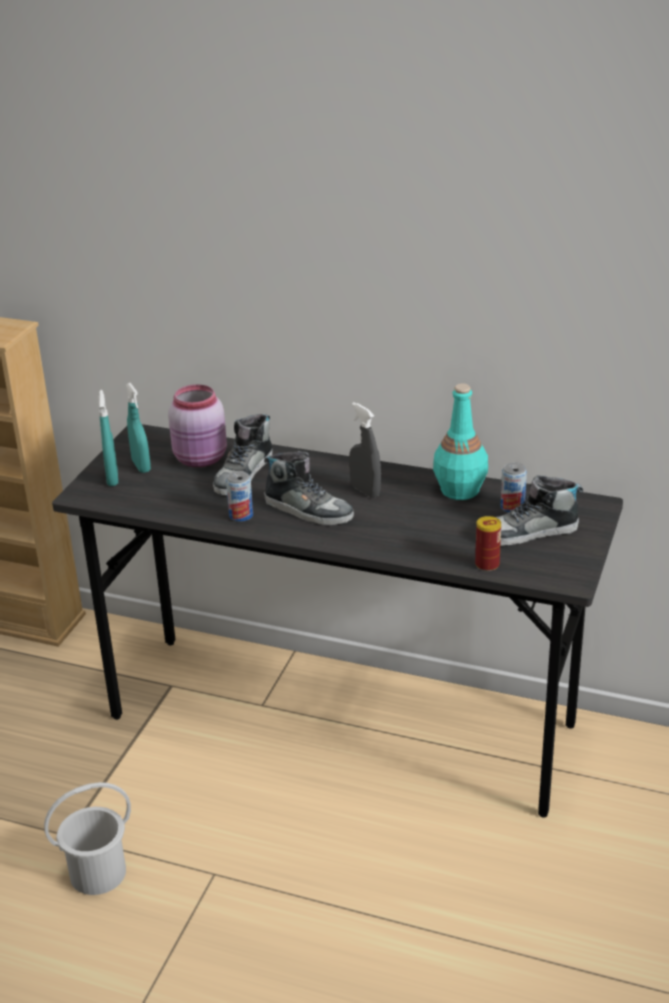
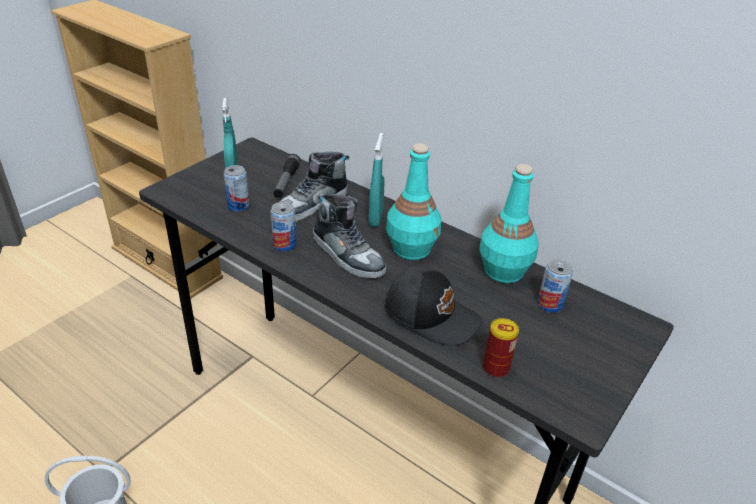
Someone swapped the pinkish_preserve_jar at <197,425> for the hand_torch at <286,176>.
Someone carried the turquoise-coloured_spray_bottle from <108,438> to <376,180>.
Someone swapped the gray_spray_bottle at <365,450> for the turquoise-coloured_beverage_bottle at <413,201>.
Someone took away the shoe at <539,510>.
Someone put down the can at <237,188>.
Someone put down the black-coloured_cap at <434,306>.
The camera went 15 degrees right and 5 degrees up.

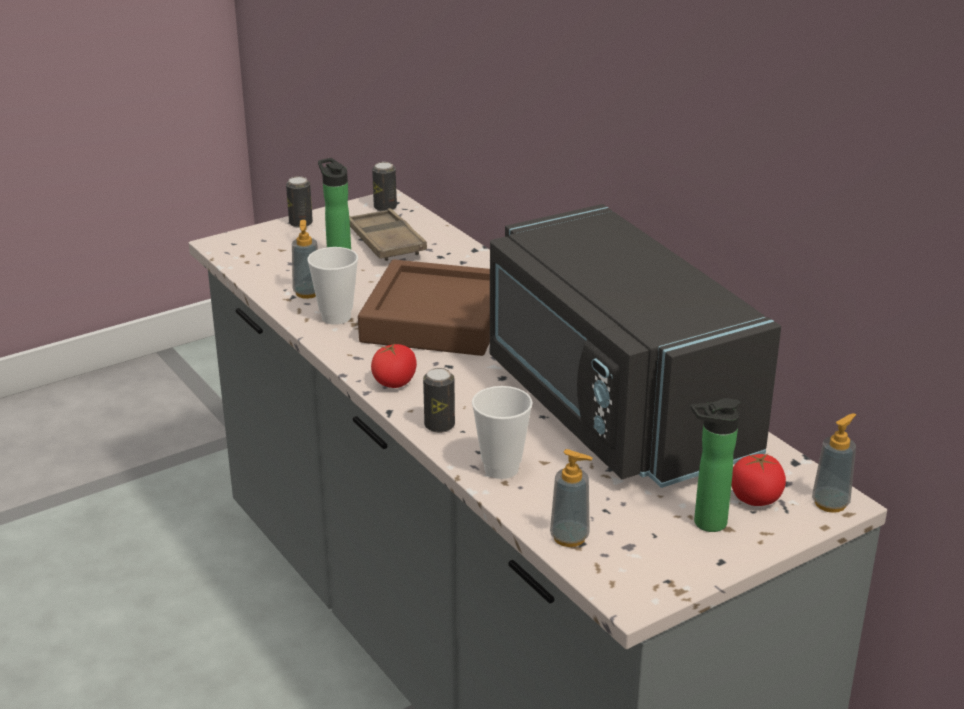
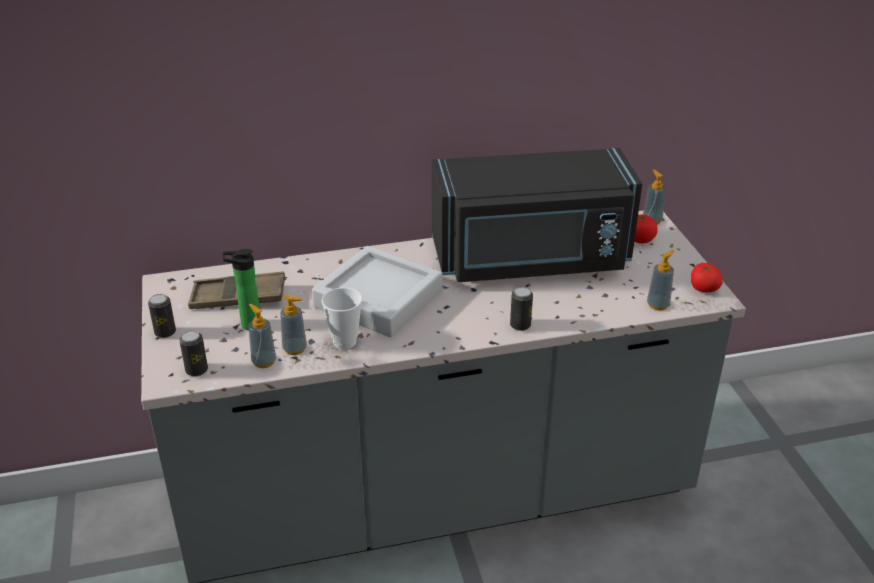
Someone carried the can from <384,186> to <193,353>.
Someone repainted the brown_carrying_tray at <424,307>, which became the gray_carrying_tray at <377,291>.
Someone carried the whole_tomato from <394,365> to <706,277>.
Someone took away the drinking_cup at <502,432>.
Someone took away the beverage_bottle at <715,465>.
Someone put down the soap_bottle at <262,336>.
The camera went 70 degrees left and 5 degrees up.

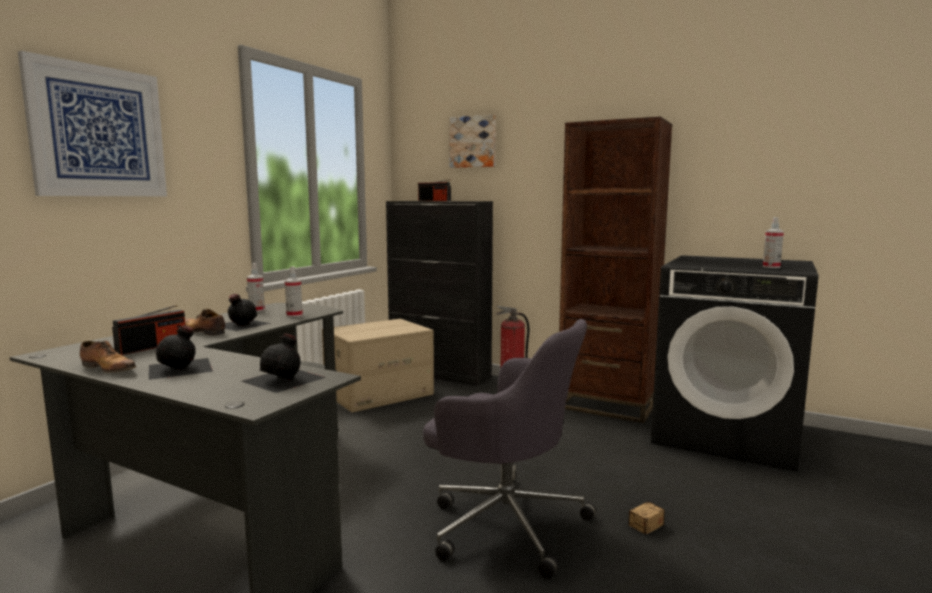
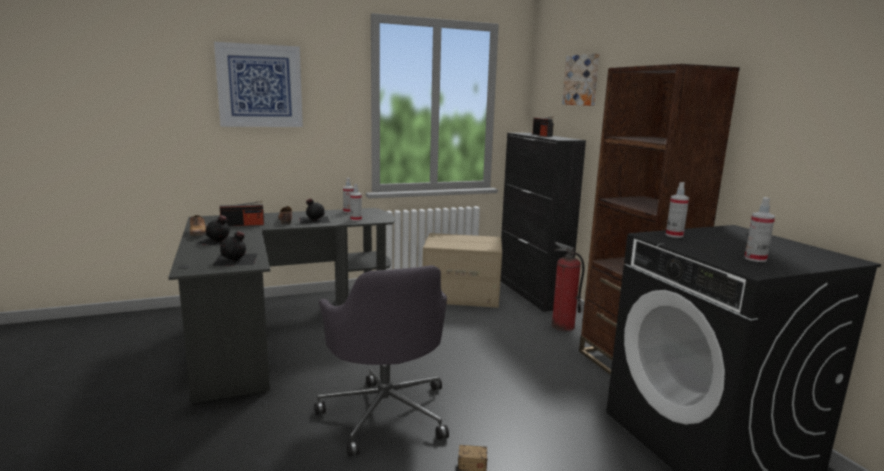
Someone put down the spray_bottle at <677,210>.
The camera went 40 degrees right and 5 degrees up.

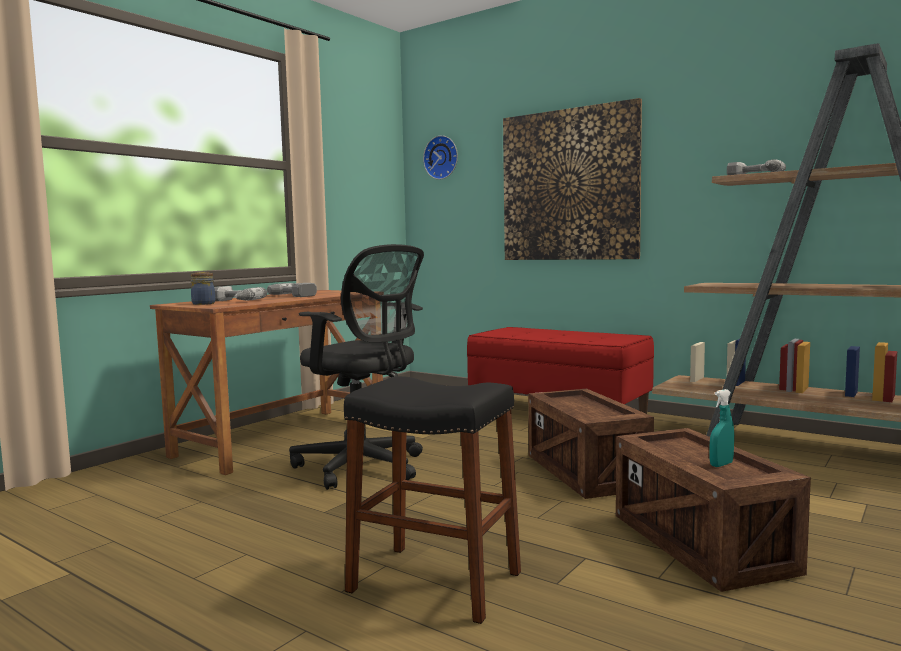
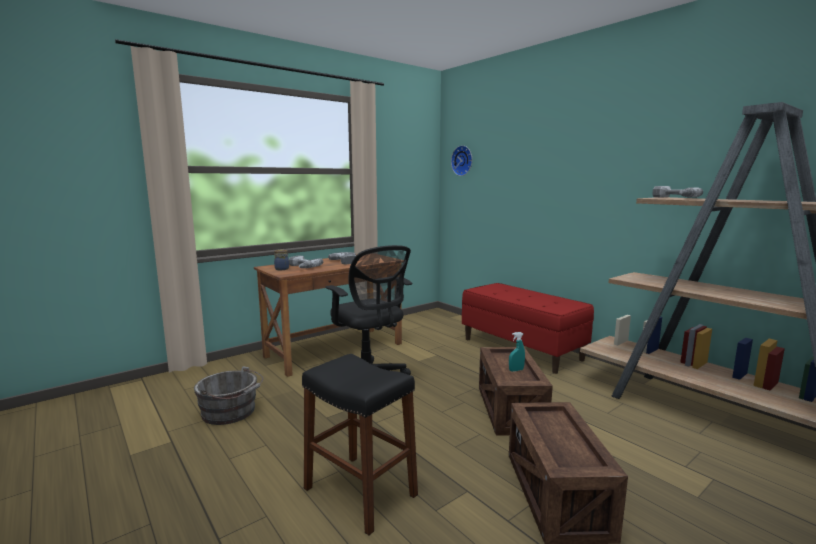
Someone took away the wall_picture at <572,179>.
Someone carried the turquoise-coloured_spray_bottle from <721,428> to <517,351>.
Someone put down the gray_water_bucket at <228,395>.
The camera went 15 degrees right and 5 degrees up.

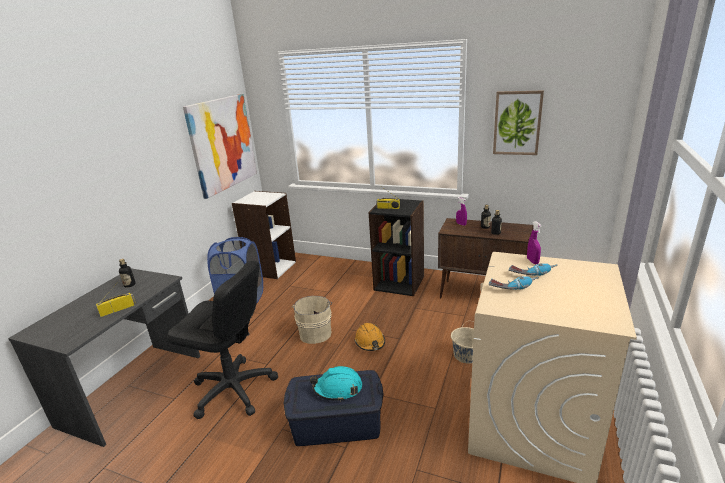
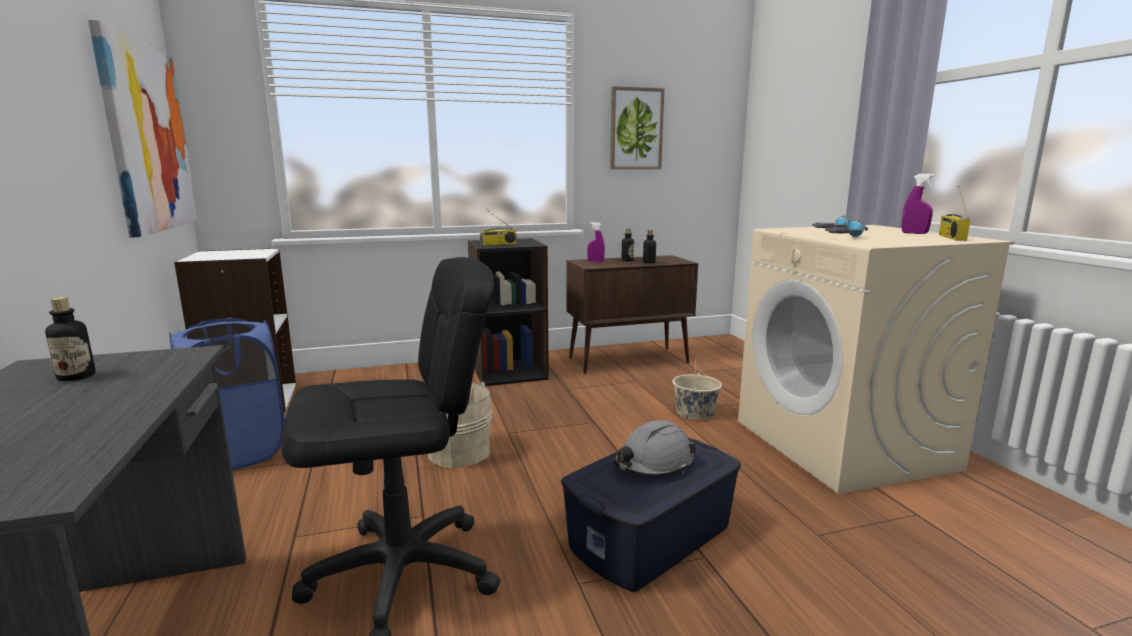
Someone carried the purple-coloured_spray_bottle from <534,242> to <918,204>.
Someone carried the radio_set from <116,298> to <955,213>.
Someone took away the orangey_hard_hat at <370,337>.
Someone repainted the turquoise-coloured_hard_hat at <336,384>, which became the gray_hard_hat at <654,448>.
The camera went 40 degrees left and 10 degrees down.

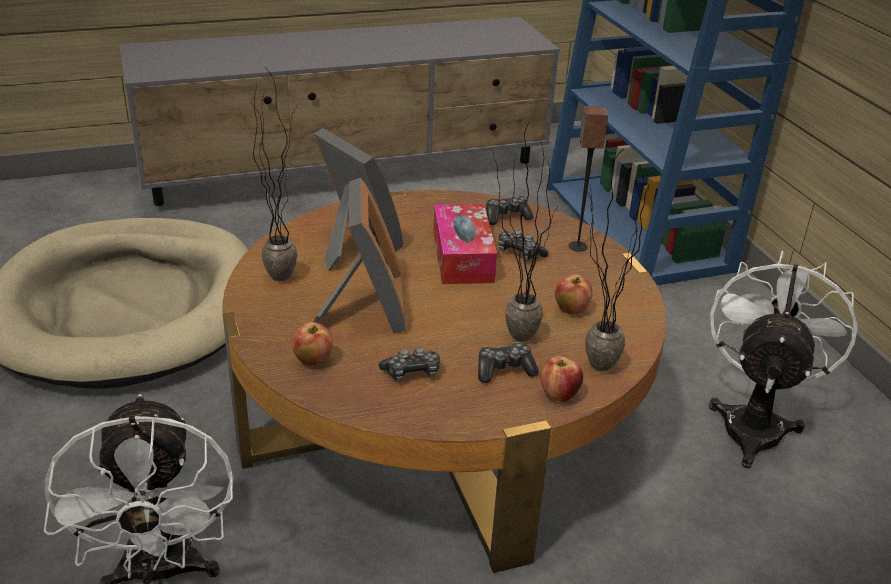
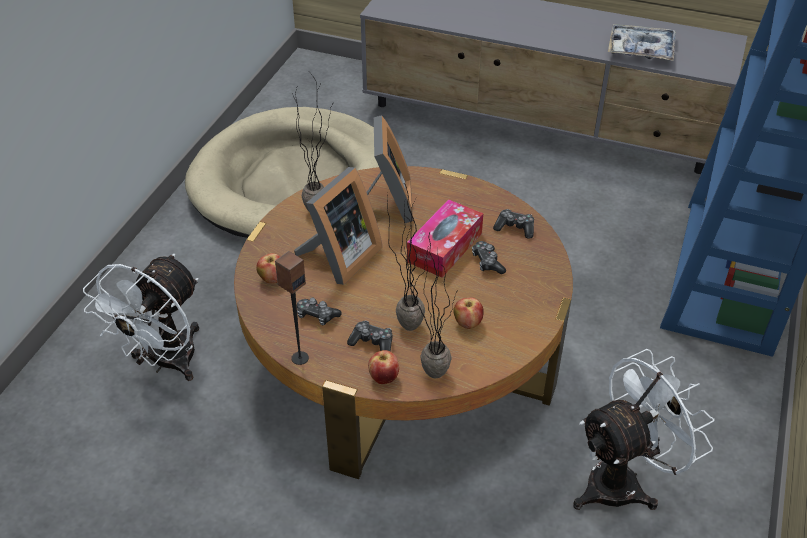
Someone carried the audio_speaker from <588,179> to <292,308>.
Someone put down the carrying_tray at <642,42>.
The camera went 40 degrees right and 10 degrees up.

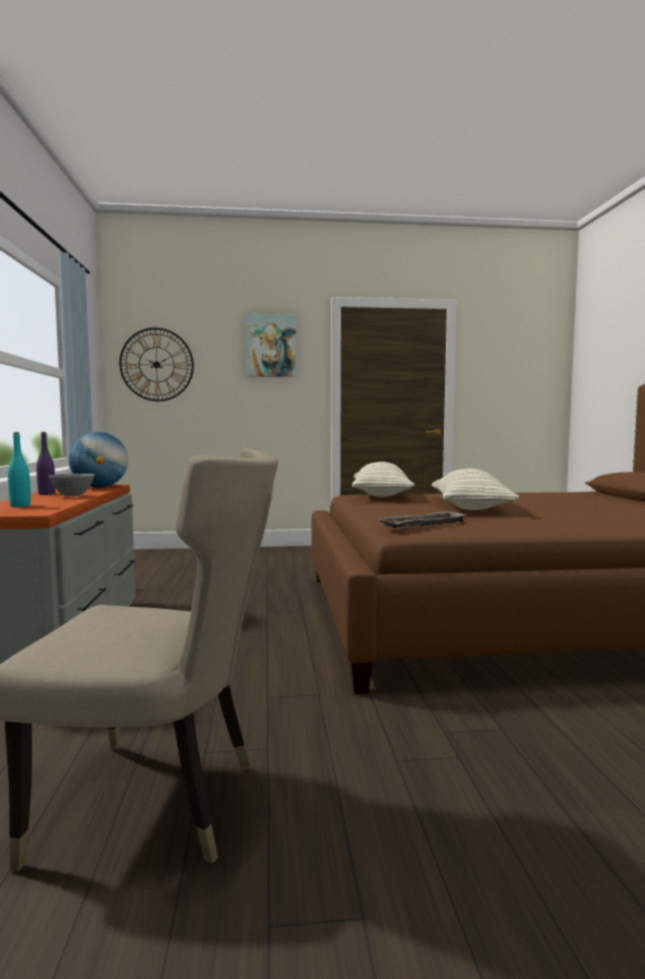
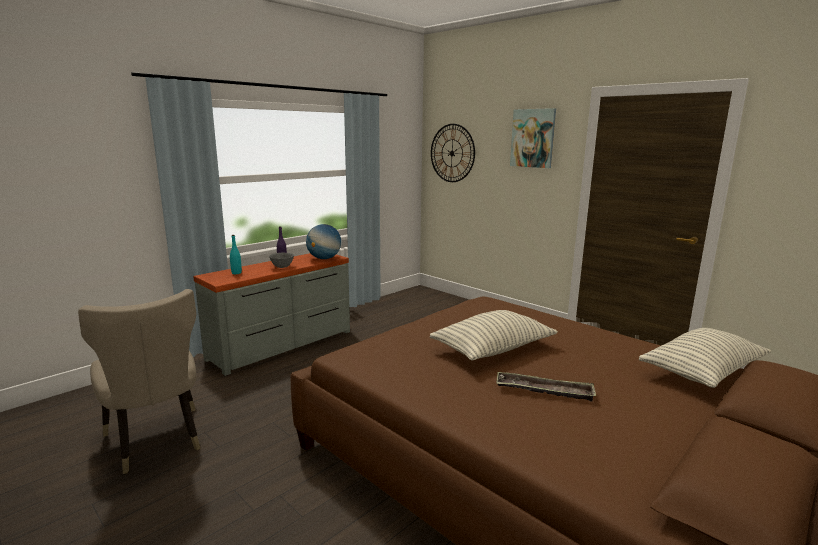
Someone carried the cushion from <383,479> to <705,358>.
Someone carried the carrying_tray from <422,519> to <546,386>.
The camera went 50 degrees right and 10 degrees up.

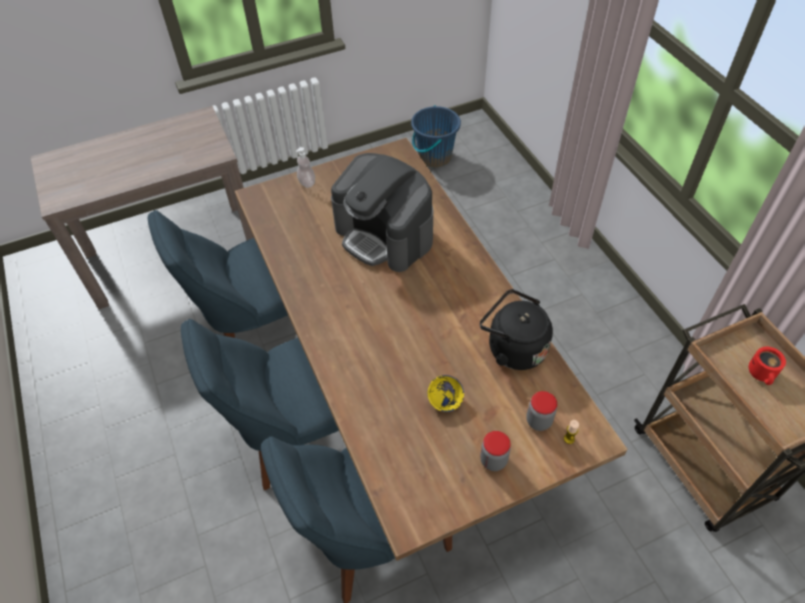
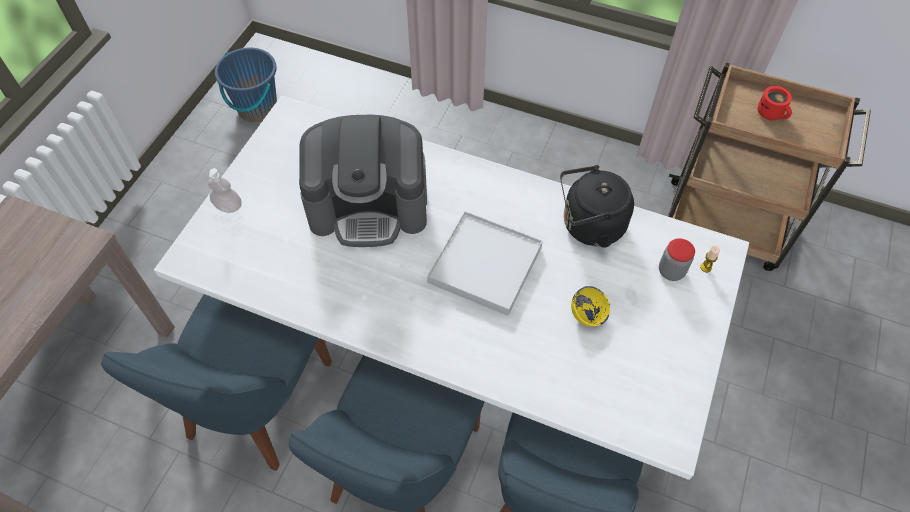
Someone repainted the brown_dinner_table at <431,349>, which became the white-coloured_dinner_table at <451,288>.
Someone took away the preserve_jar at <495,451>.
Someone put down the white-coloured_carrying_tray at <485,263>.
The camera went 45 degrees left and 5 degrees up.

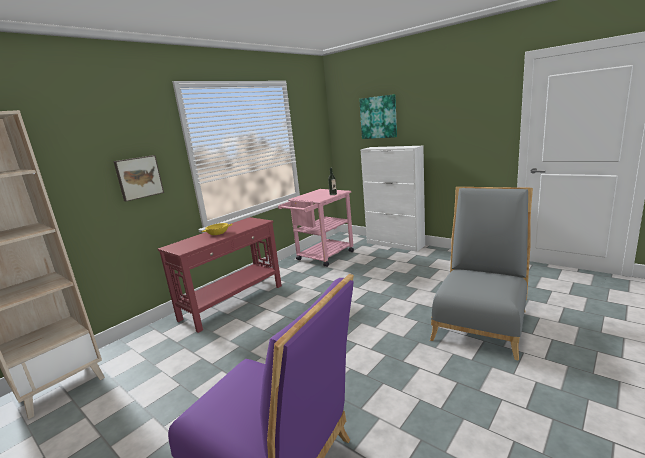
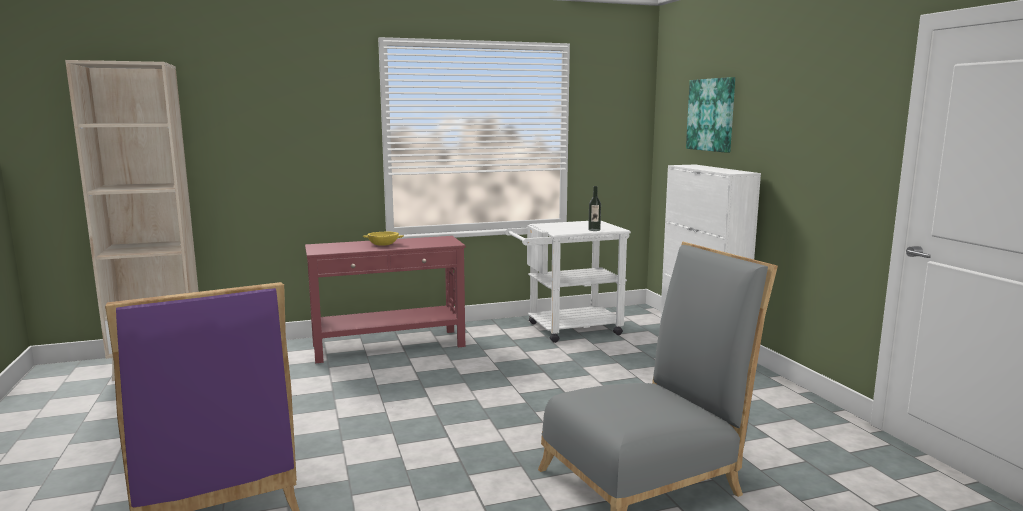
Someone took away the wall_picture at <138,178>.
Someone repainted the pinkish_wheeled_cart at <316,228>, which became the white-coloured_wheeled_cart at <568,282>.
The camera went 30 degrees right and 5 degrees down.

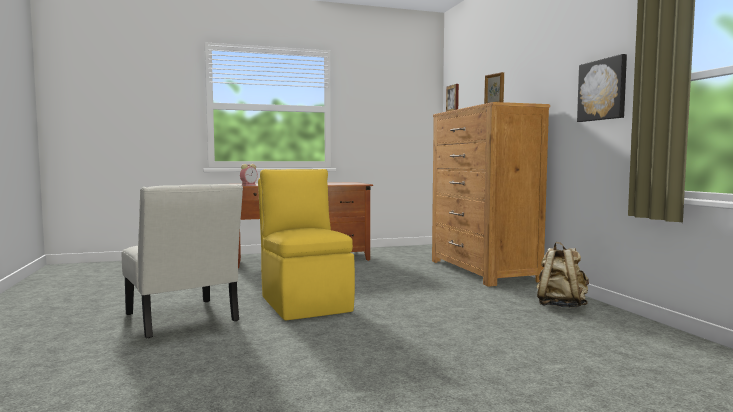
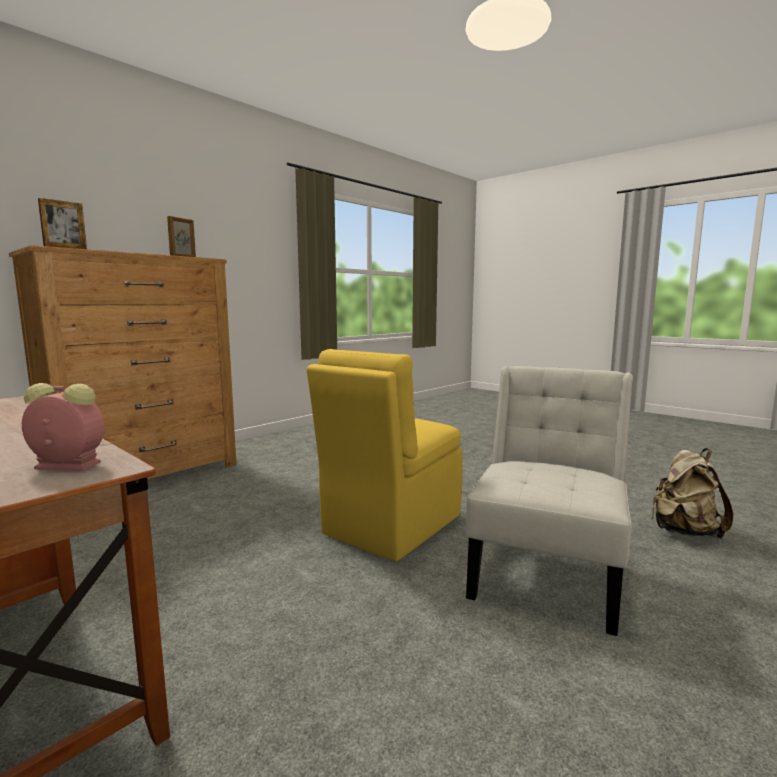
Someone took away the wall_picture at <602,88>.
Someone carried the beige-coloured_knapsack from <563,275> to <692,493>.
The camera went 120 degrees left and 5 degrees up.

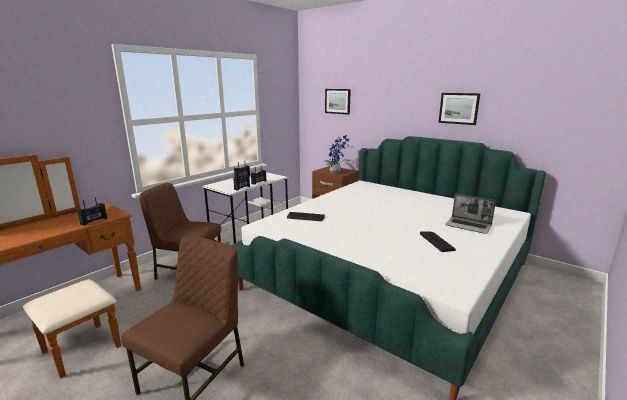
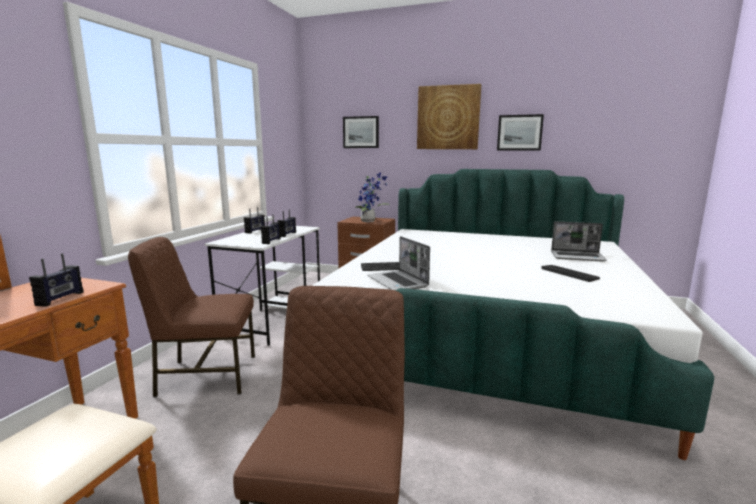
Someone put up the wall_picture at <449,116>.
Someone put down the laptop at <398,263>.
The camera went 20 degrees left and 5 degrees down.

